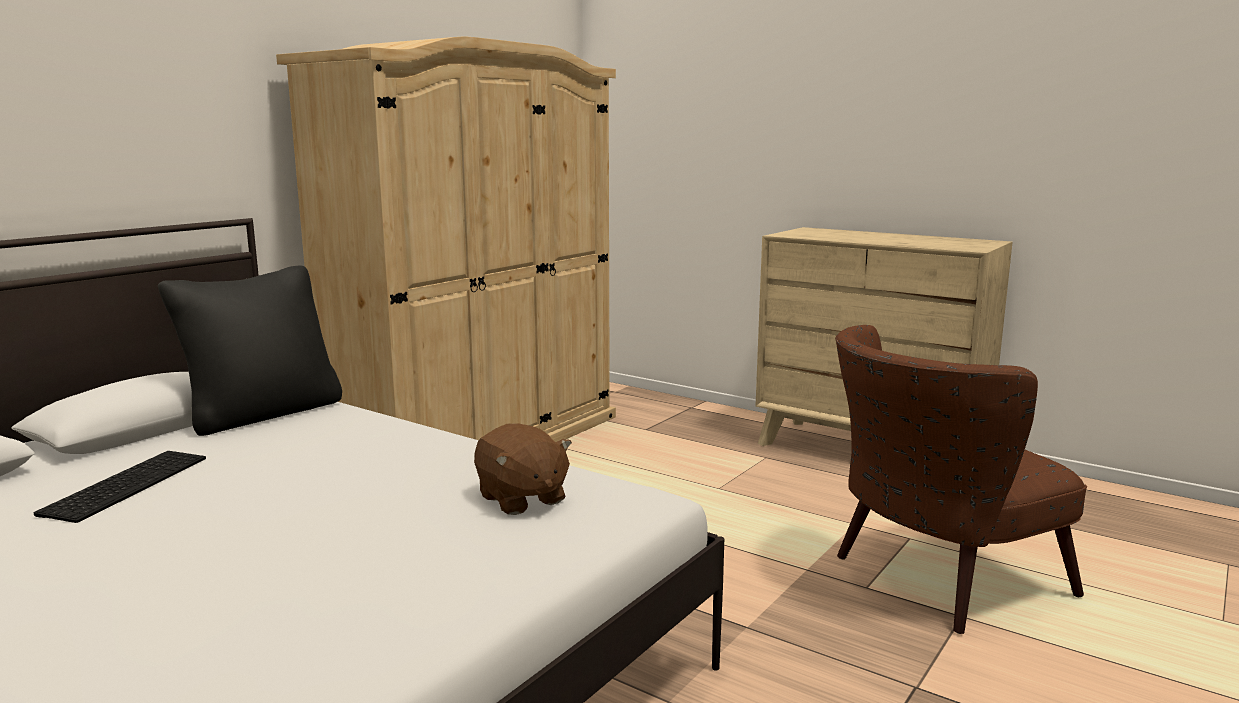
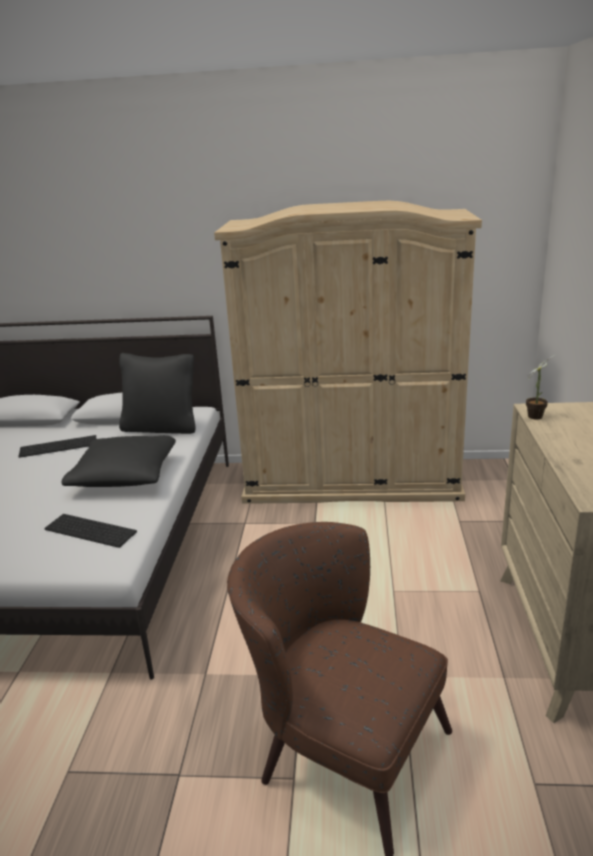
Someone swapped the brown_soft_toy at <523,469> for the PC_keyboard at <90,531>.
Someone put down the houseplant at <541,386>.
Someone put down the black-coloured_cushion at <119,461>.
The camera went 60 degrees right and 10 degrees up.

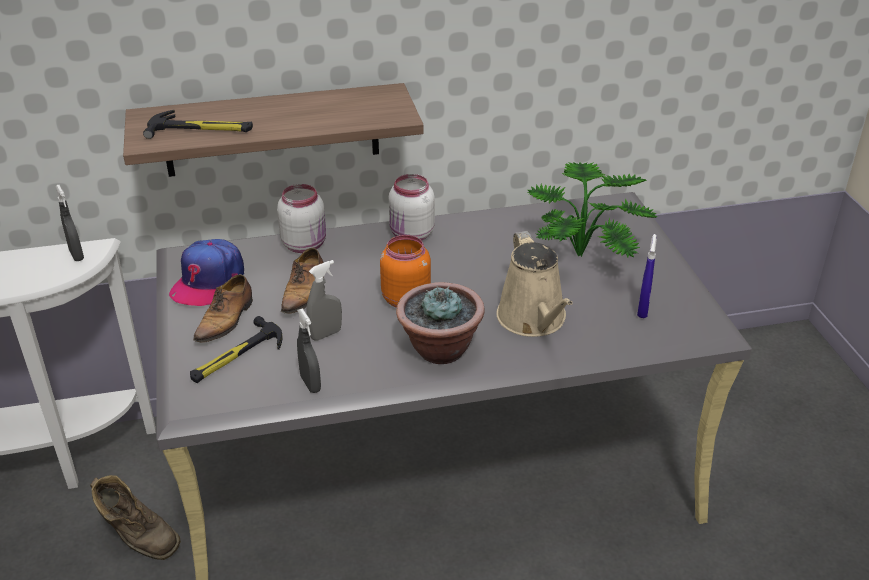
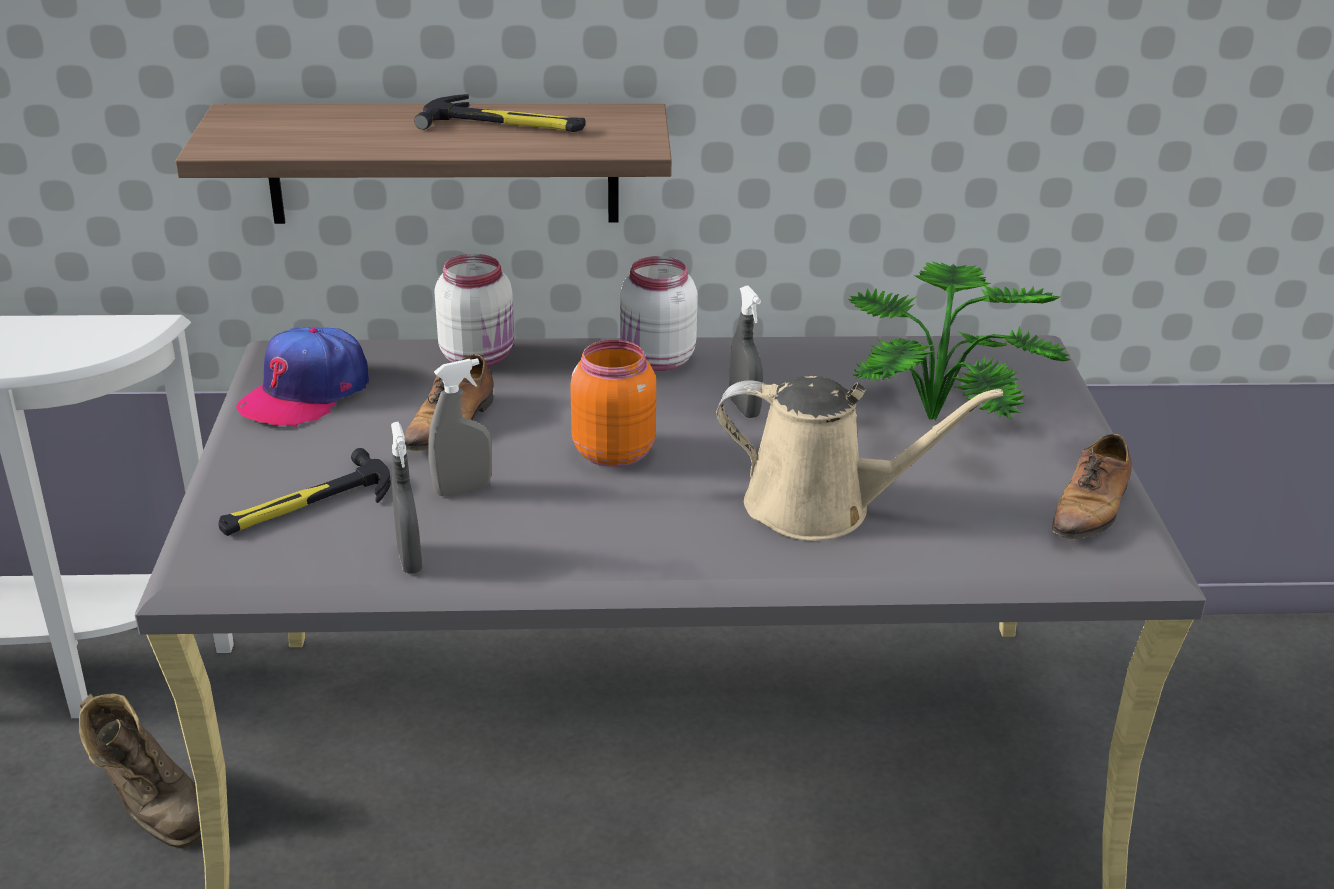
Someone carried the hammer from <198,124> to <499,113>.
Someone carried the gray_spray_bottle from <69,223> to <746,352>.
Someone rotated the beige-coloured_watering_can at <534,284> by 75 degrees counterclockwise.
Someone took away the blue_spray_bottle at <647,276>.
Someone carried the shoe from <223,308> to <1092,491>.
Someone took away the houseplant at <440,323>.
The camera went 10 degrees right and 5 degrees down.

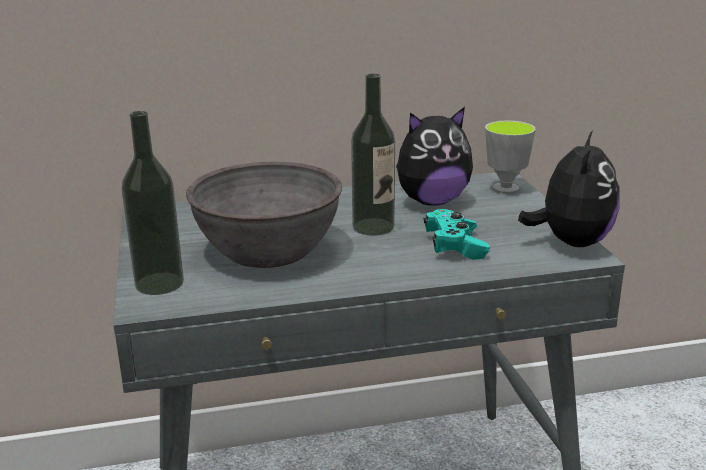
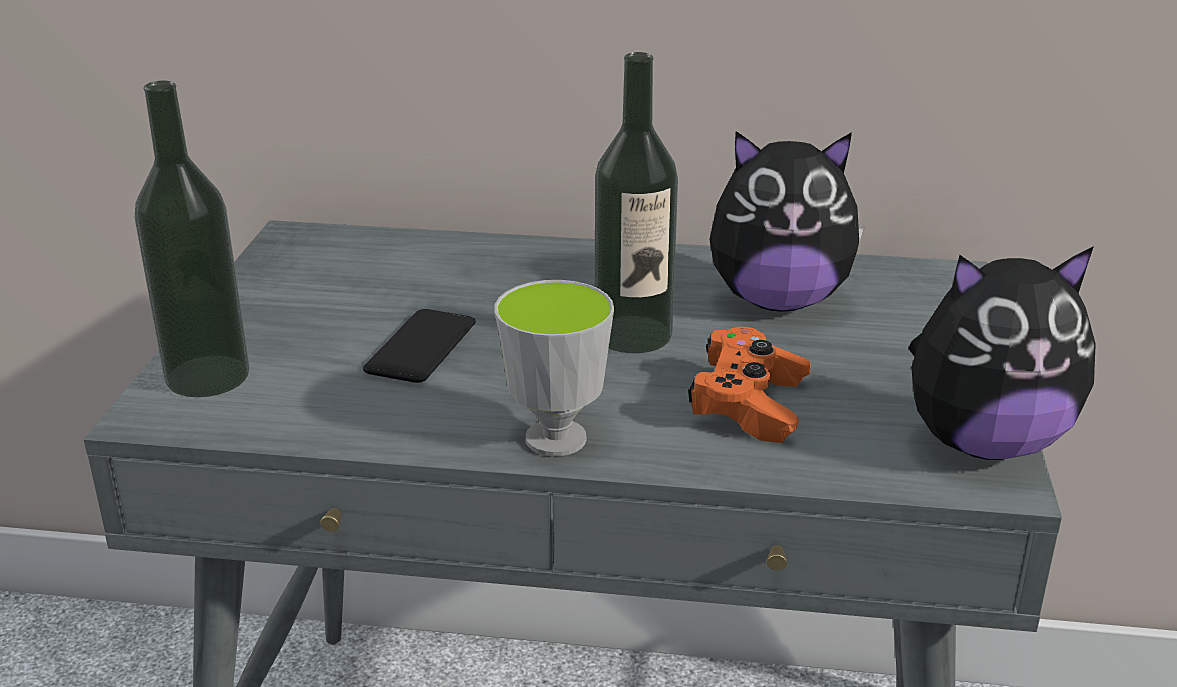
Someone carried the drinking_cup from <510,157> to <554,368>.
Someone rotated the soft_toy at <569,188> by 45 degrees clockwise.
Someone swapped the gray_deep_dish at <264,215> for the phone at <419,346>.
Someone repainted the turquoise-coloured_joypad at <457,234>, which became the orangey_joypad at <749,385>.
The camera went 20 degrees right and 5 degrees up.

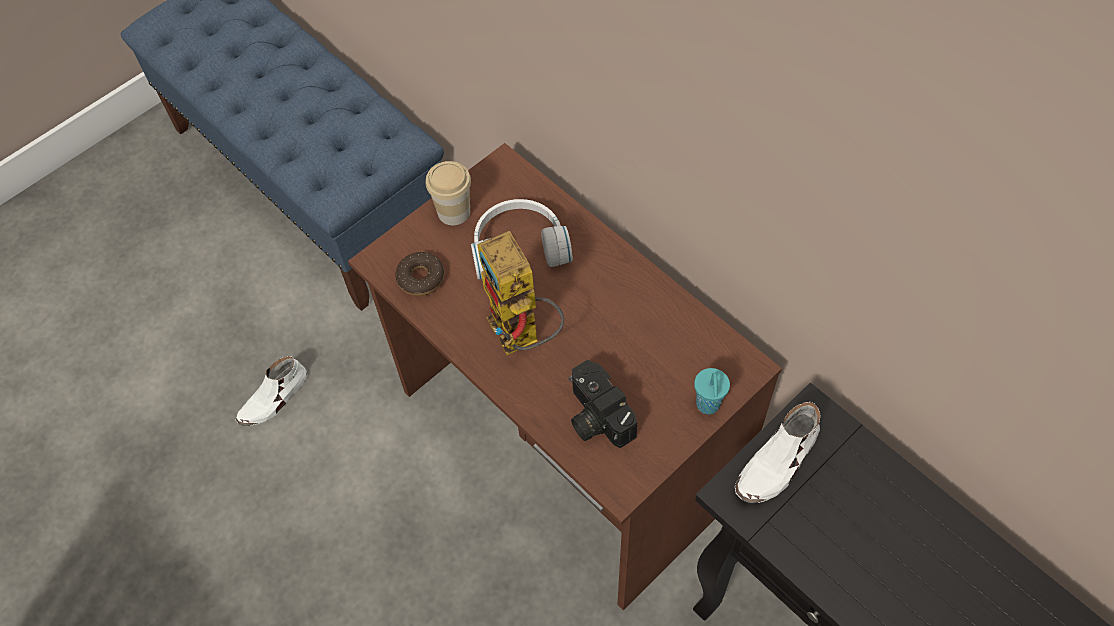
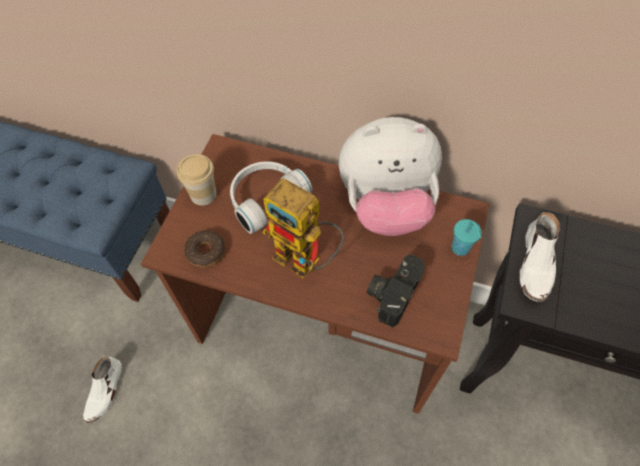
Someone rotated the photo_camera at <603,404> by 90 degrees clockwise.
Someone put down the soft_toy at <390,176>.
The camera went 30 degrees left and 0 degrees up.

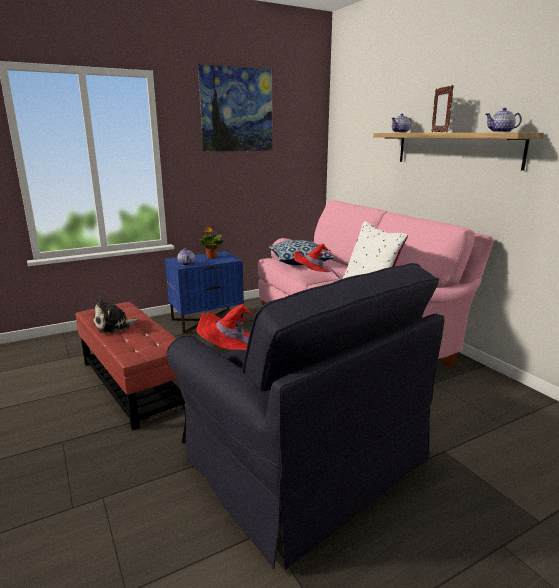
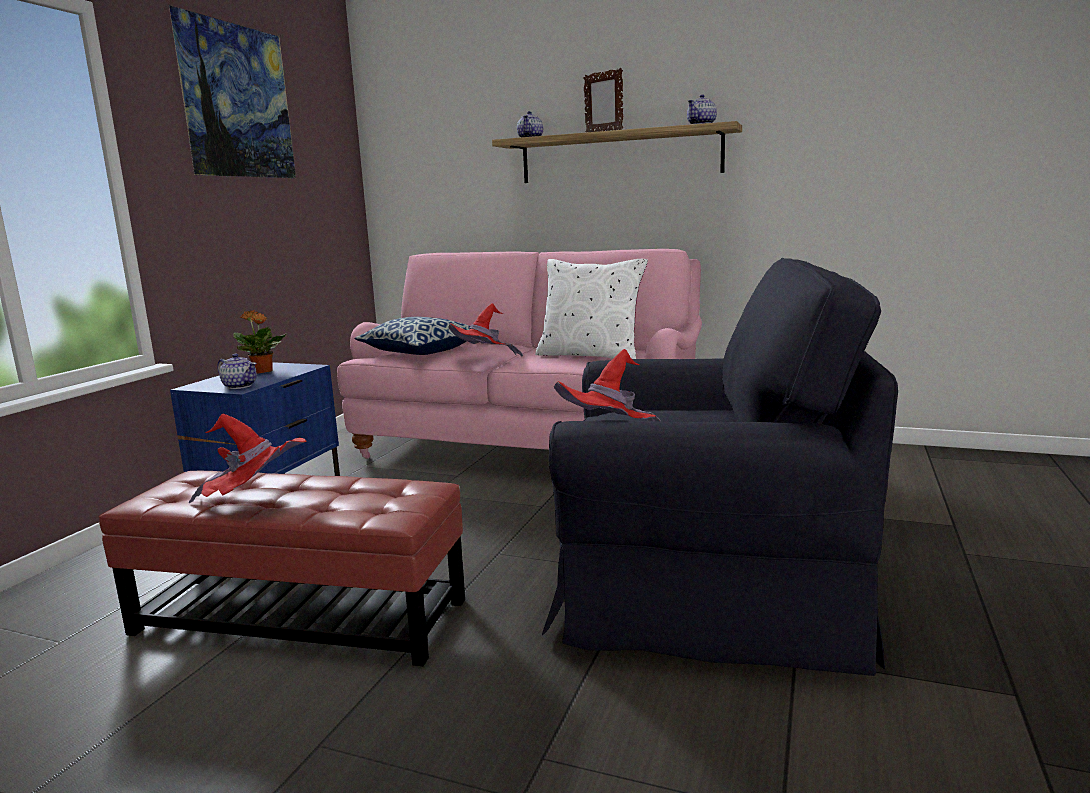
Someone swapped the soft_toy at <116,315> for the red-coloured_wearable_hat at <247,458>.
The camera went 40 degrees left and 5 degrees down.

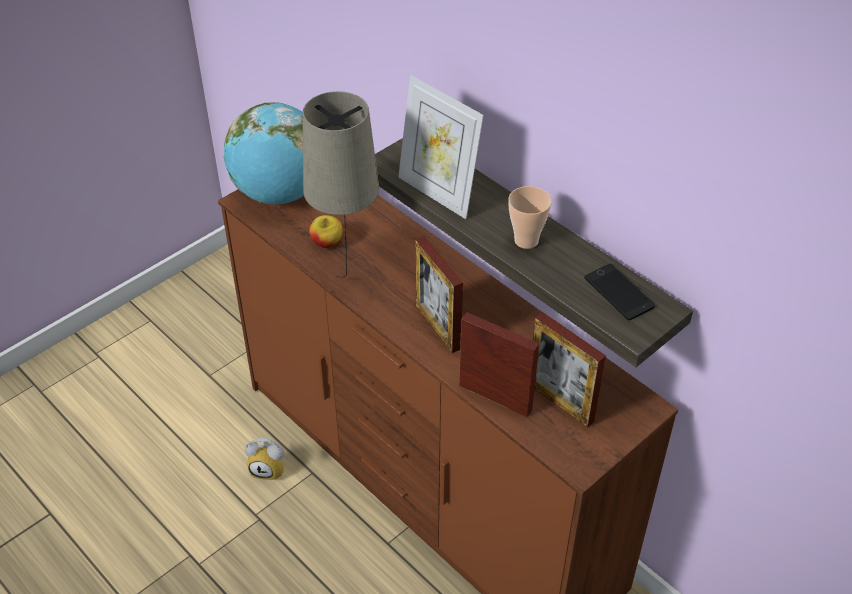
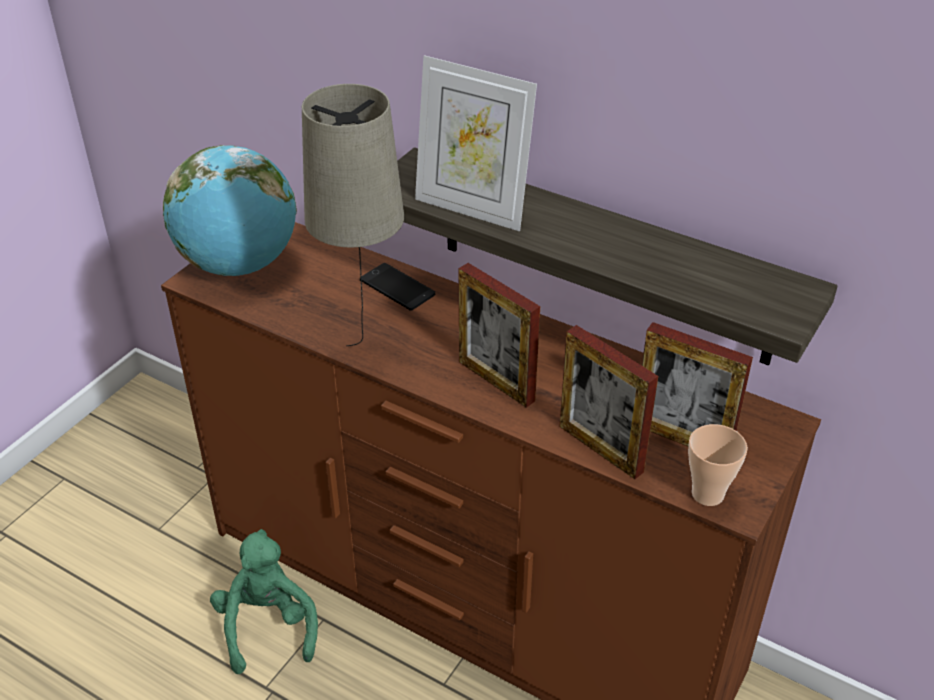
Someone carried the drinking_cup from <530,217> to <718,465>.
Someone took away the whole_apple at <326,231>.
Someone carried the phone from <619,292> to <397,287>.
Someone rotated the standing_frame at <499,364> by 150 degrees counterclockwise.
Someone swapped the table_clock at <264,459> for the green_soft_toy at <264,601>.
The camera went 15 degrees left and 5 degrees down.

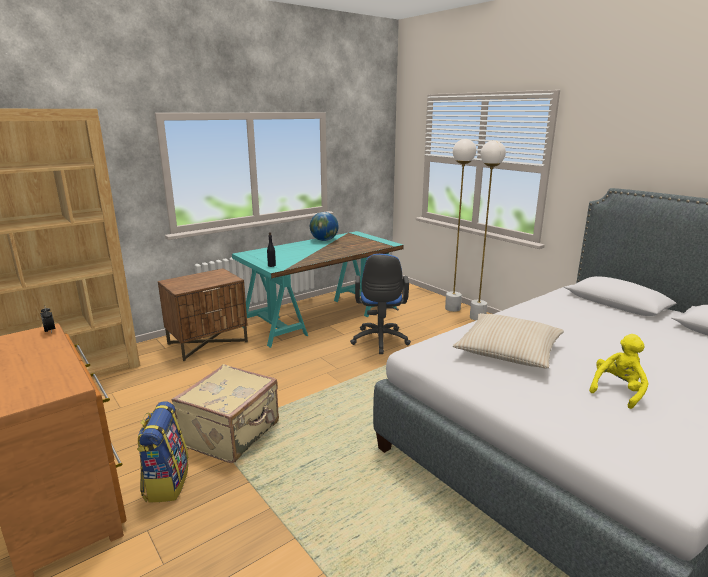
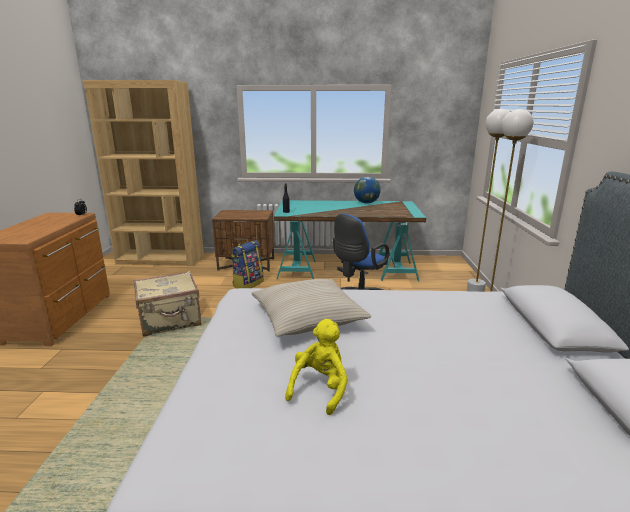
Someone rotated the yellow_soft_toy at <618,371> by 60 degrees counterclockwise.
Someone carried the knapsack from <162,452> to <247,264>.
The camera went 40 degrees right and 0 degrees up.

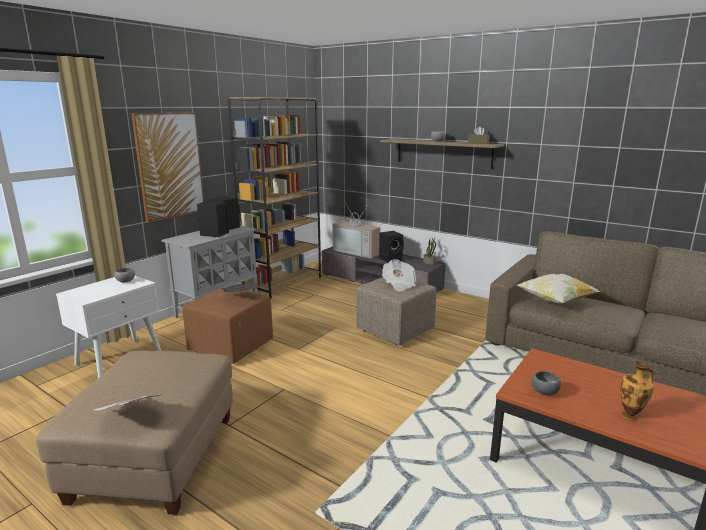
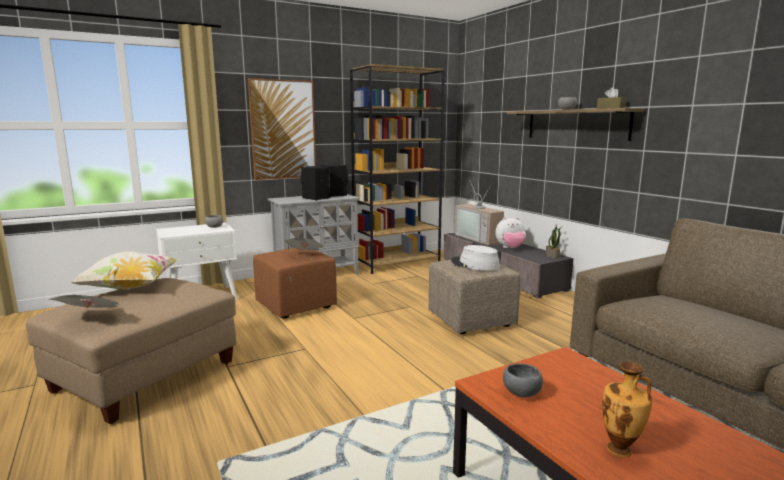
Someone swapped the black-coloured_audio_speaker at <391,247> for the soft_toy at <510,232>.
Someone swapped the printed_paper at <399,275> for the gray_wearable_hat at <475,258>.
Someone carried the cushion from <558,289> to <123,270>.
The camera went 25 degrees right and 5 degrees down.

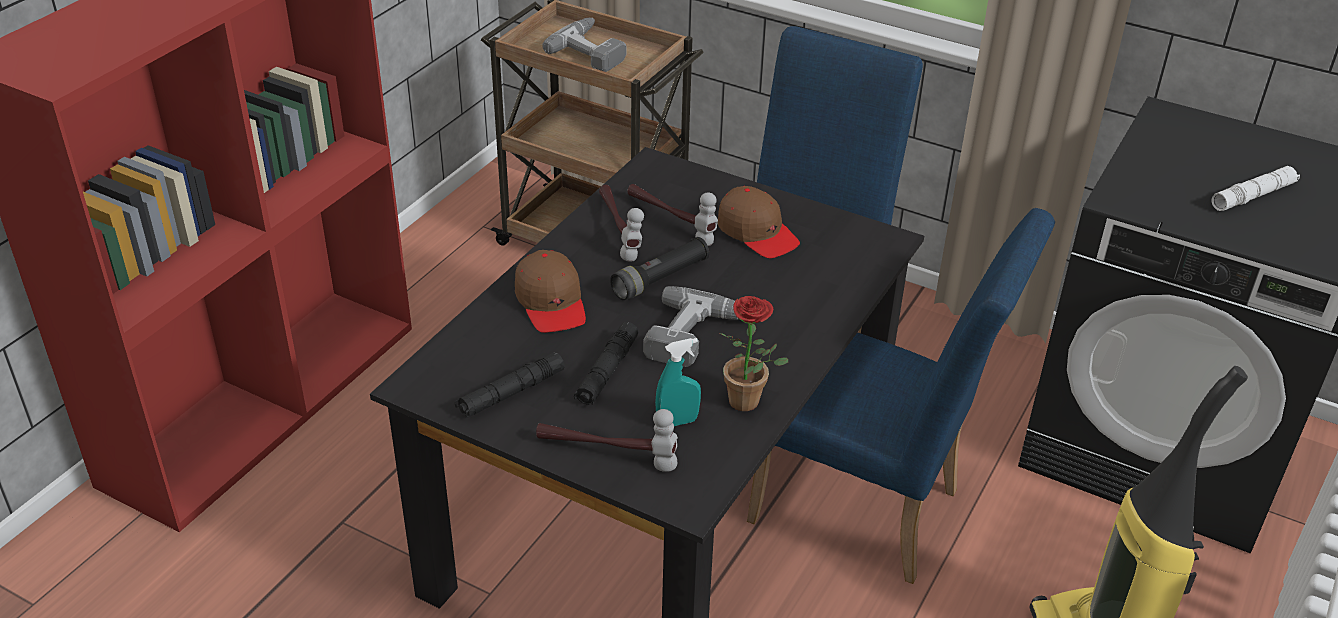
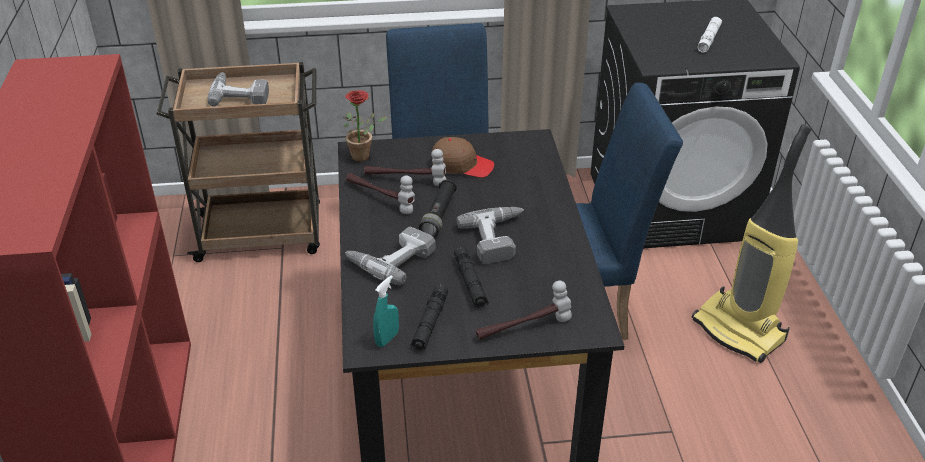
Someone swapped the brown_cap at <550,291> for the drill at <390,256>.
Someone carried the houseplant from <754,353> to <365,126>.
Someone carried the turquoise-coloured_spray_bottle from <678,382> to <386,311>.
The camera went 35 degrees left and 0 degrees up.

